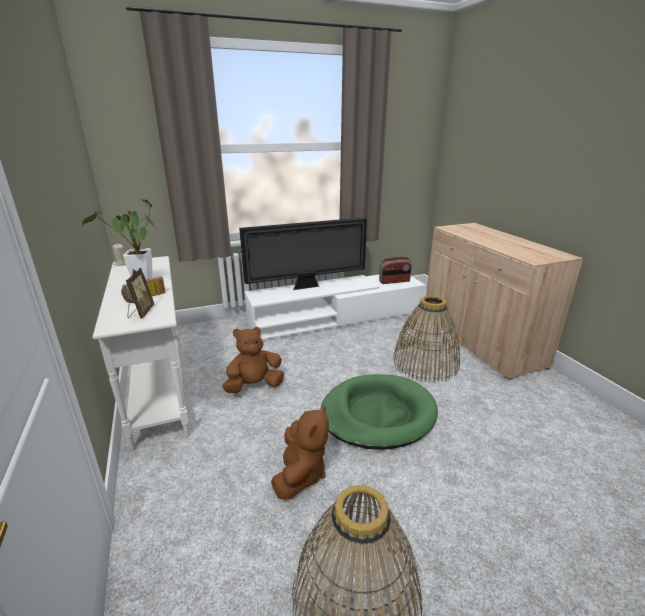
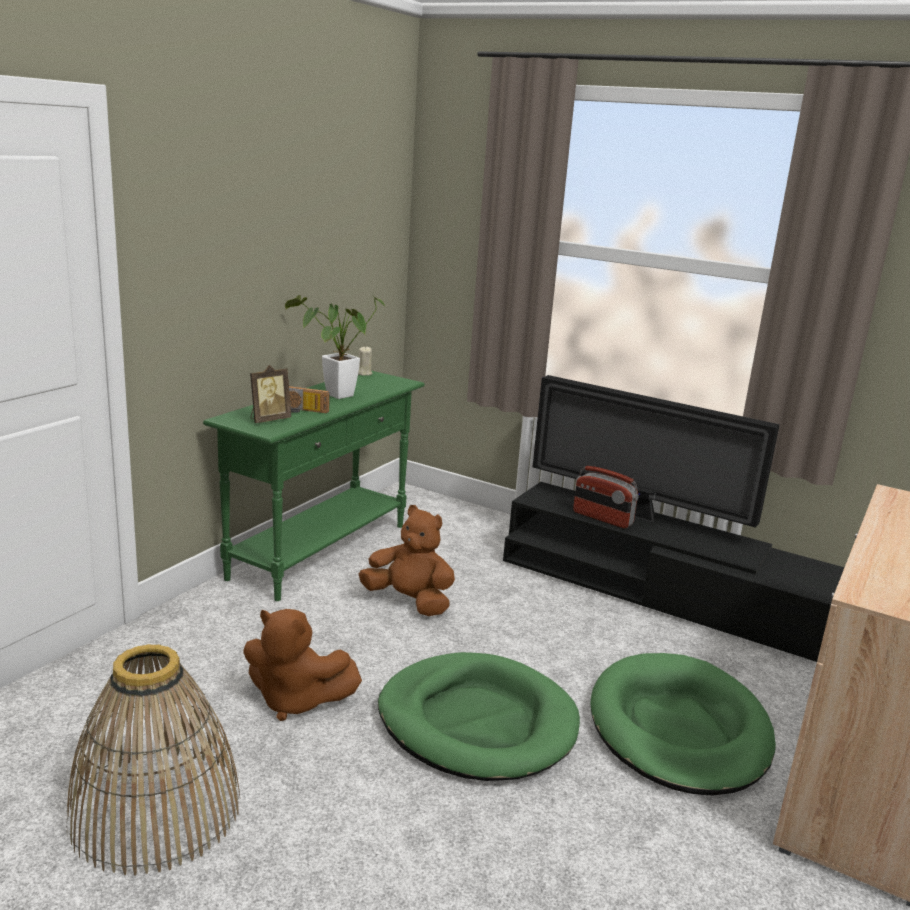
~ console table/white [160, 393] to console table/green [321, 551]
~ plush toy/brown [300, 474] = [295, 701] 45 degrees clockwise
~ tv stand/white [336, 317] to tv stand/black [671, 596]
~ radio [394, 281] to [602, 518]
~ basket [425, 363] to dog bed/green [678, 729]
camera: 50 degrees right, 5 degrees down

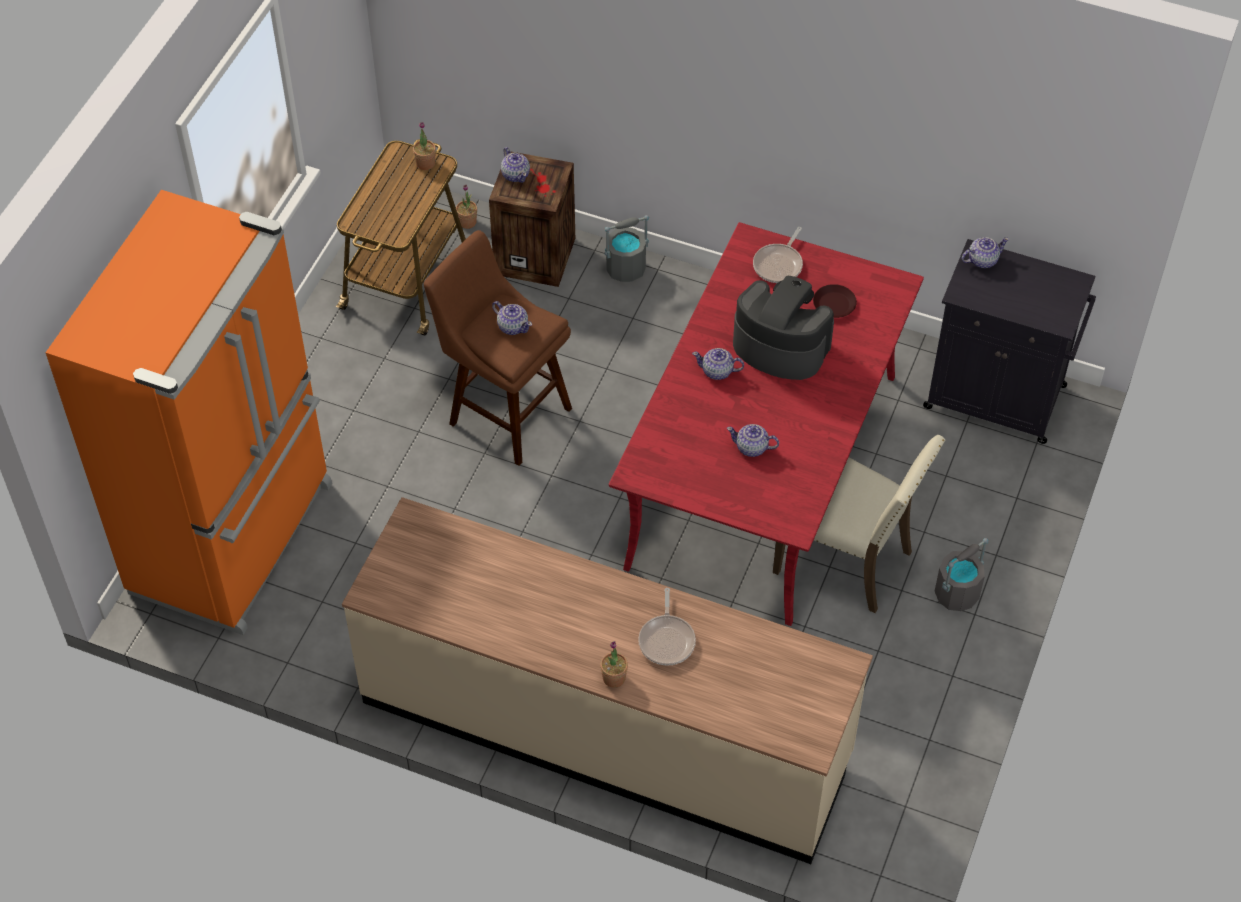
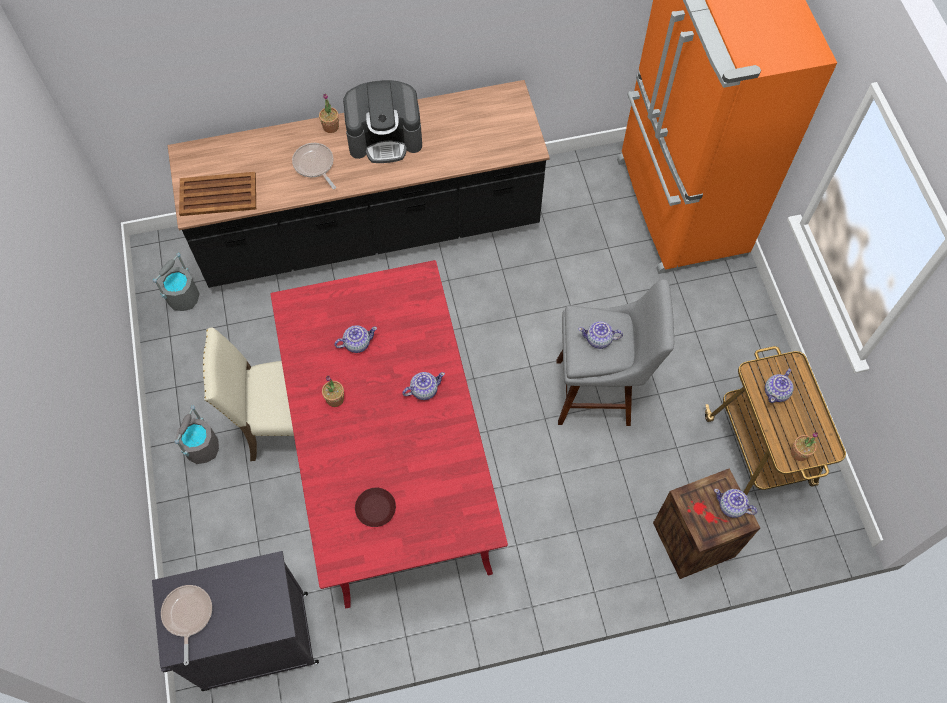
~ bucket/grey [625, 268] to [183, 297]
~ frying pan [779, 264] to [187, 616]
~ counter/beige [606, 728] to counter/black [370, 230]
+ tray/brown [219, 195]
~ potted plant [467, 222] to [335, 399]
~ coffee machine [780, 346] to [385, 137]
~ stool/brown [504, 412] to stool/grey [599, 392]
~ teapot [982, 260] to [776, 392]
camera: 145 degrees right, 10 degrees up

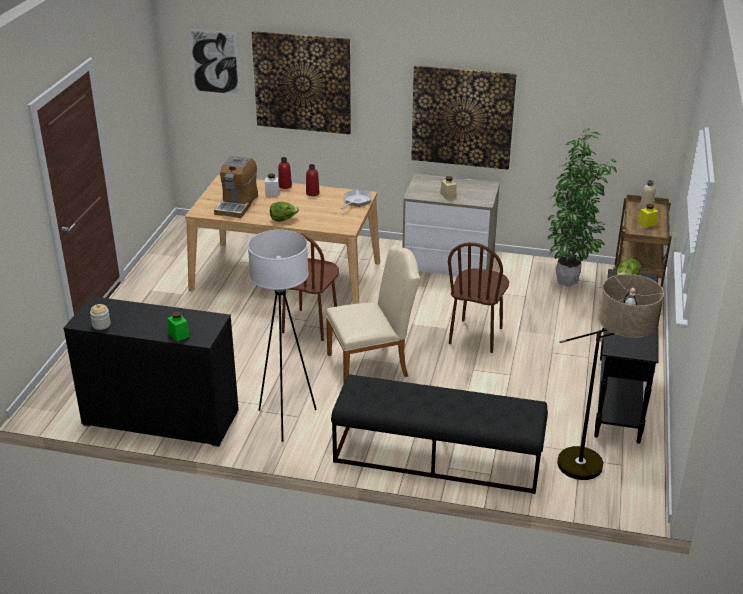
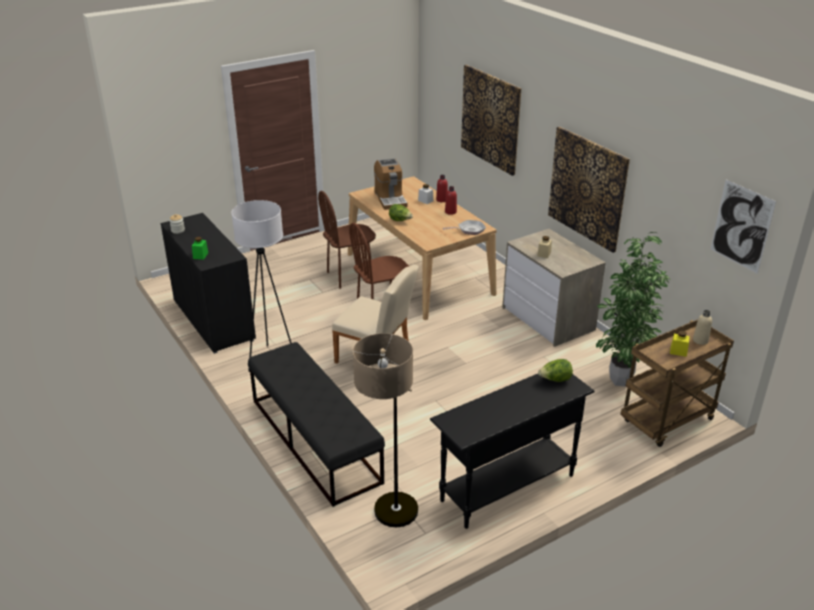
~ chair/brown [476, 336] to [350, 276]
~ coffee machine [237, 204] = [390, 199] 75 degrees counterclockwise
~ picture [214, 62] to [741, 226]
camera: 45 degrees right, 0 degrees up

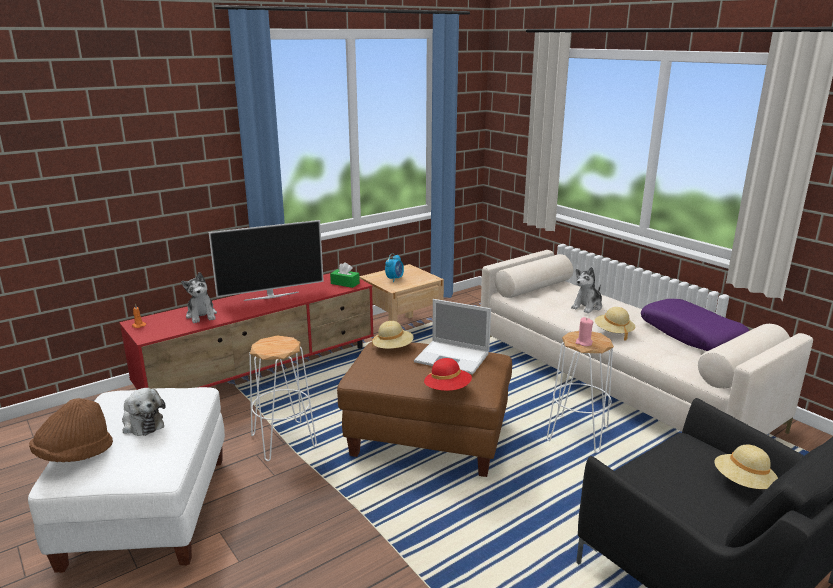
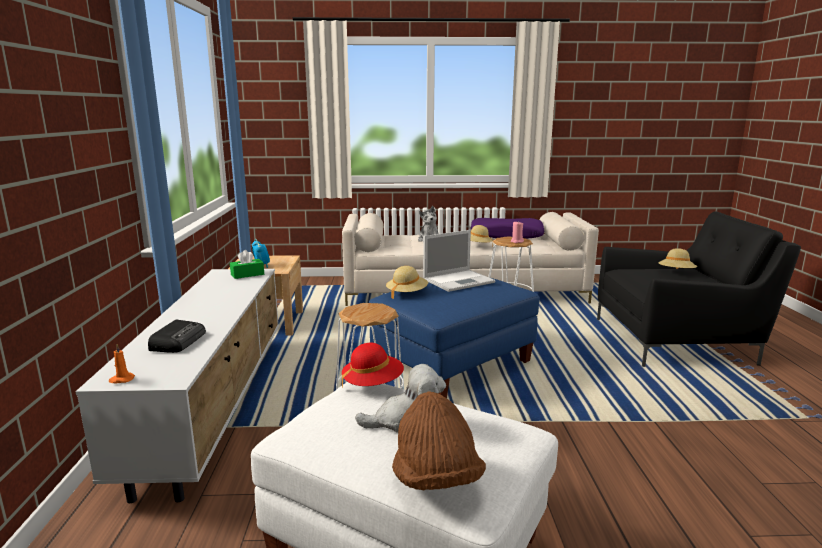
~ tv stand/red [263, 372] to tv stand/white [215, 404]
~ plush toy [202, 315] to radio [178, 341]
~ hat/red [447, 389] to [373, 384]
~ ottoman/brown [428, 438] to ottoman/blue [453, 365]
- television [271, 296]
camera: 55 degrees left, 5 degrees down

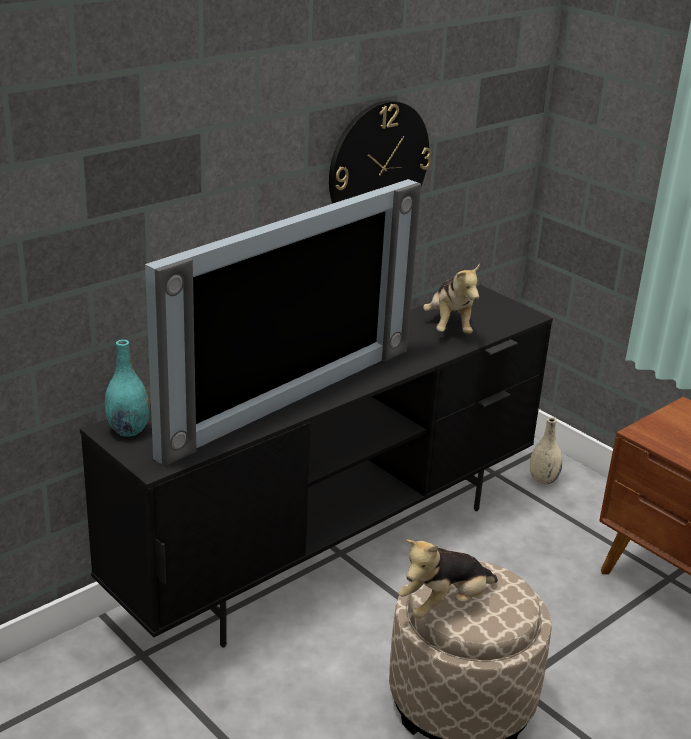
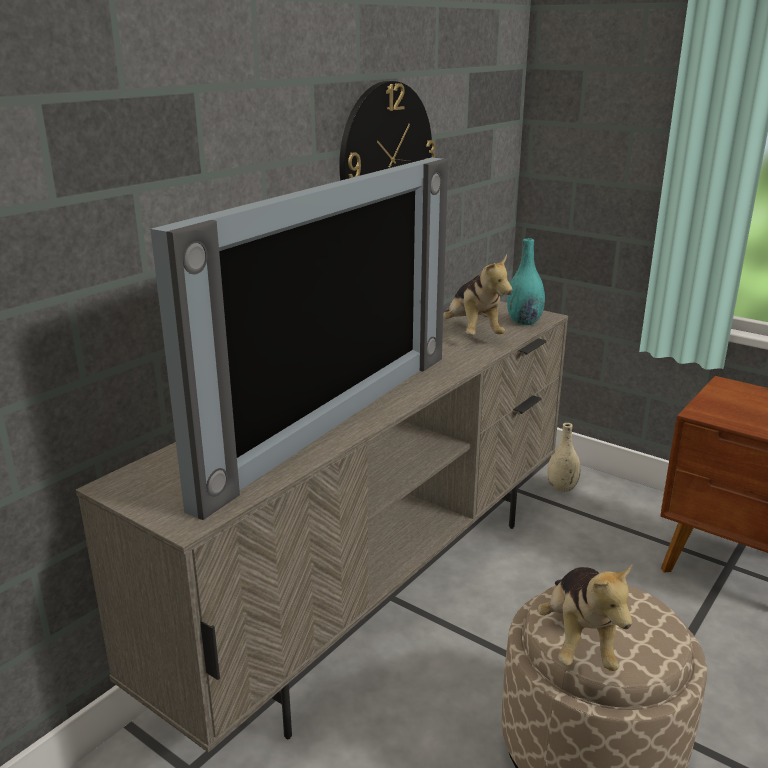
~ tv stand/black [334, 549] to tv stand/beige [381, 593]
~ vase/turquoise [128, 430] to [524, 322]
~ plush toy [445, 604] = [579, 640] 45 degrees counterclockwise
camera: 10 degrees left, 5 degrees down

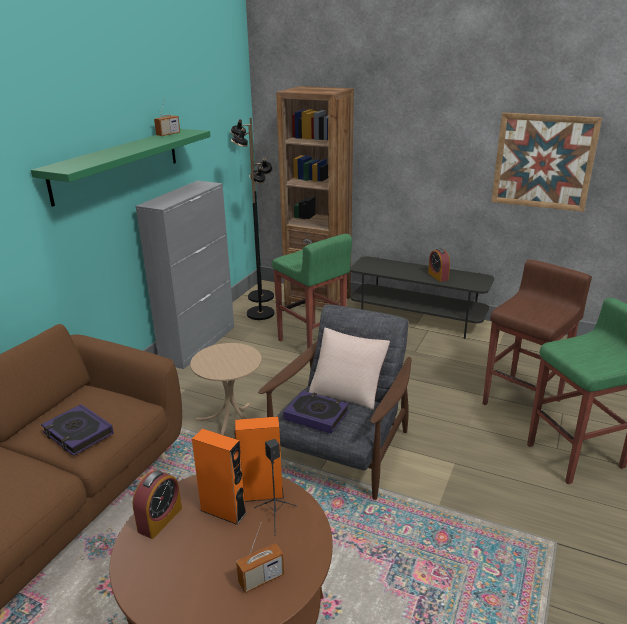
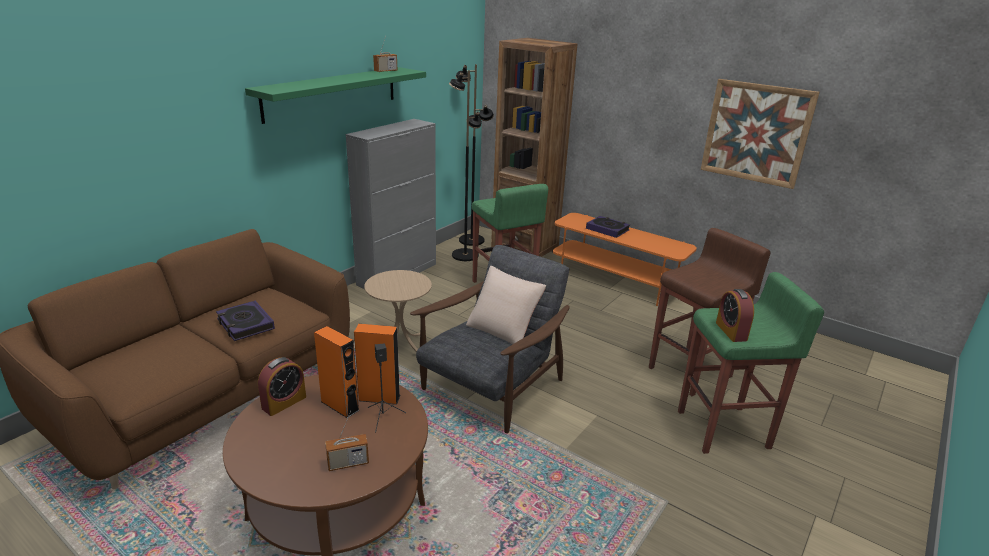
~ tv stand/grey [417, 319] to tv stand/orange [617, 280]
~ book [316, 415] to [607, 229]
~ alarm clock [438, 276] to [731, 331]
camera: 10 degrees right, 0 degrees up

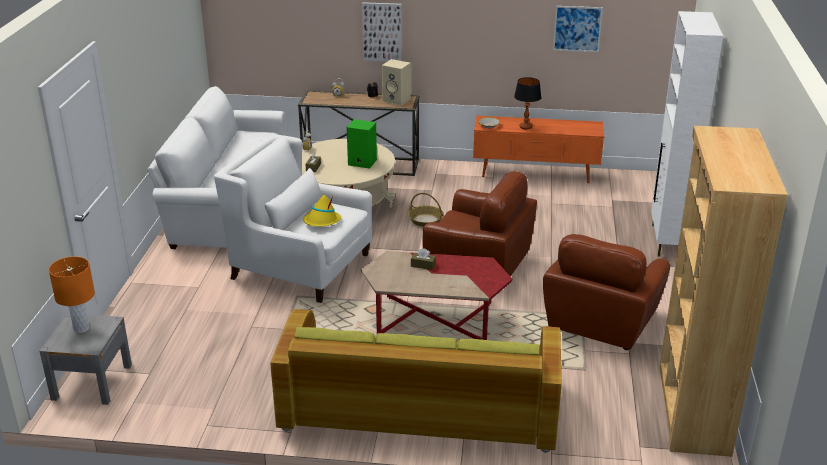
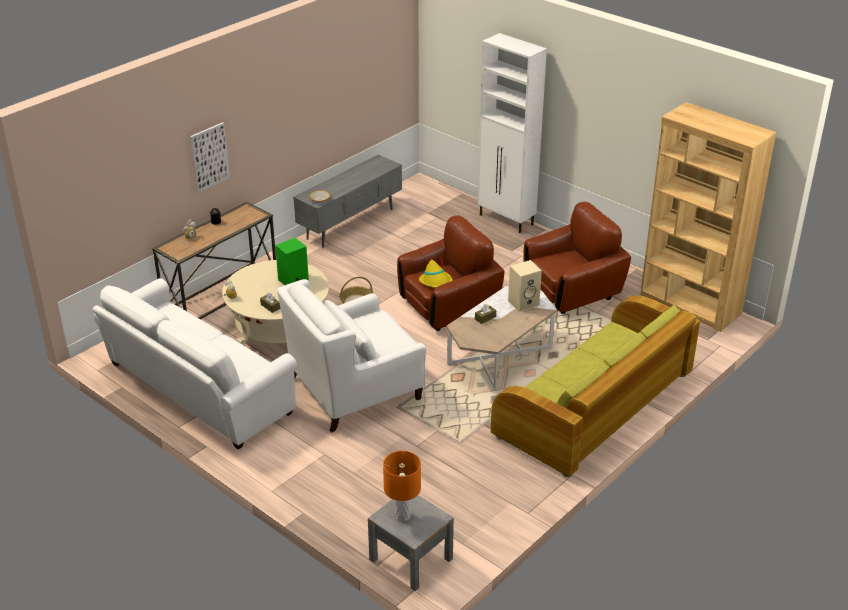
~ tv stand/orange [535, 175] to tv stand/grey [350, 224]
~ hat/yellow [322, 221] to [436, 281]
~ coffee table/red [435, 321] to coffee table/white [500, 356]
~ speaker/beige [397, 100] to [523, 302]
~ armchair/brown [602, 322] = [572, 291] 90 degrees counterclockwise
- table lamp [525, 127]
- picture [577, 28]
camera: 55 degrees left, 5 degrees up

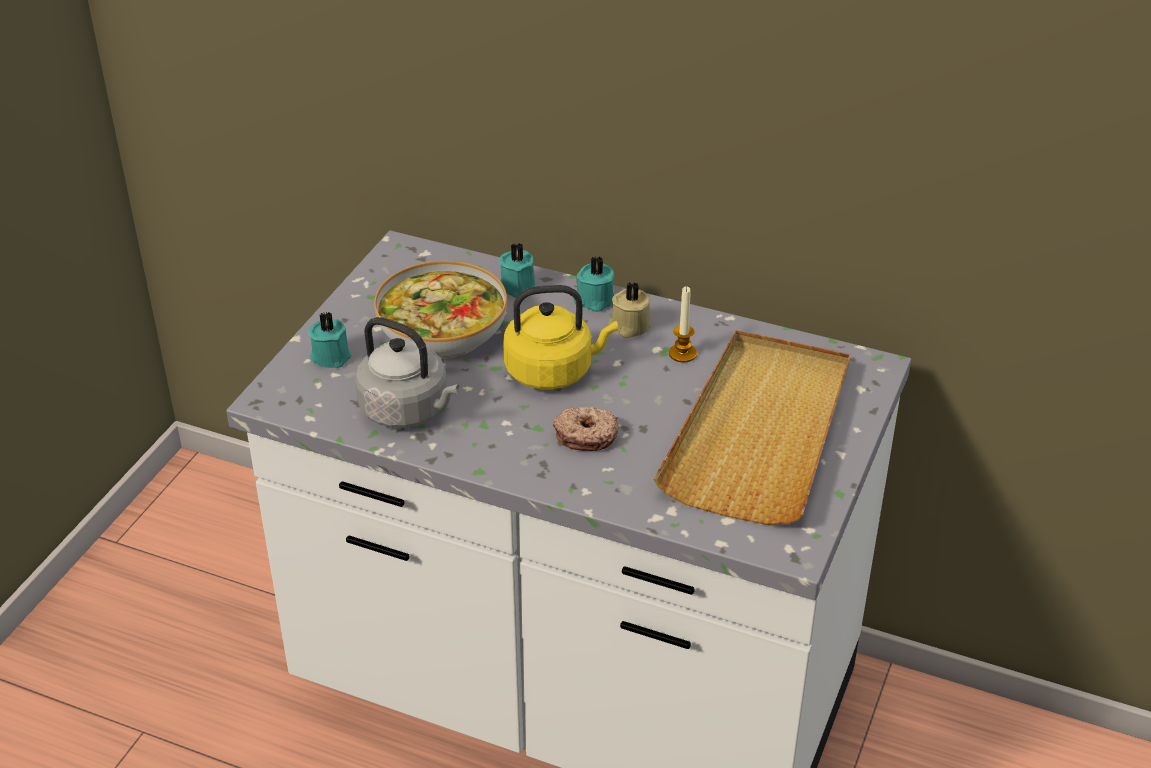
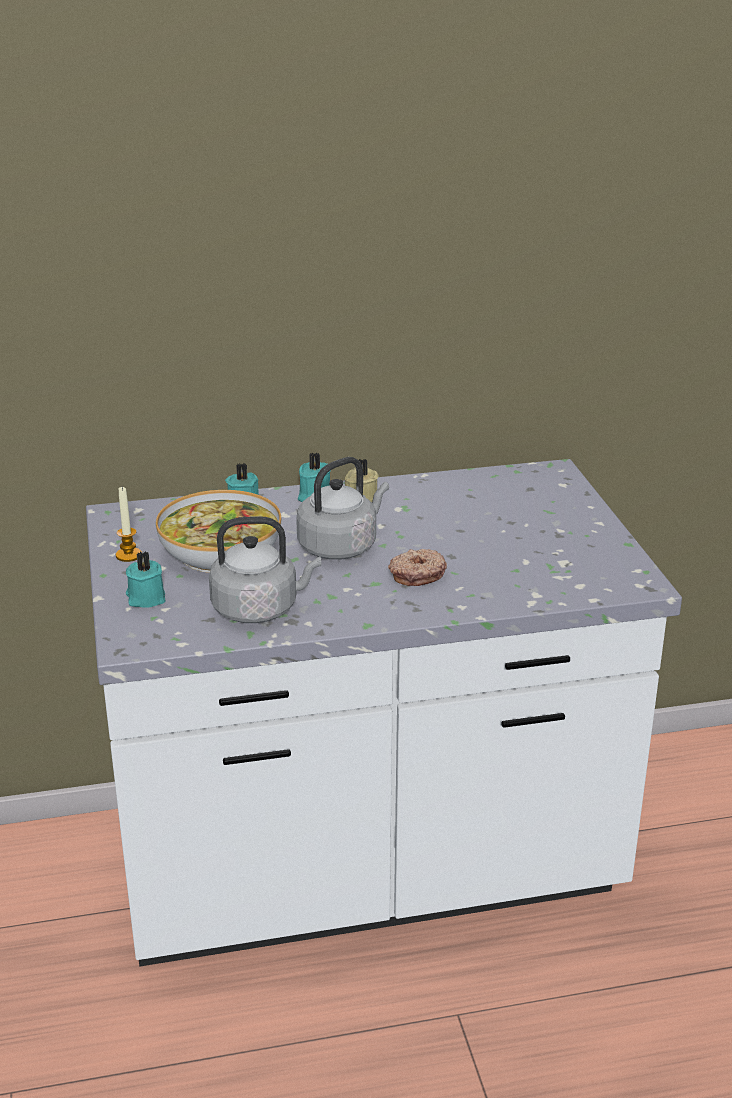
~ candle [682, 354] to [128, 555]
~ kettle/yellow [553, 371] to kettle/grey [341, 546]
- tray/beige [760, 432]
camera: 35 degrees left, 10 degrees down

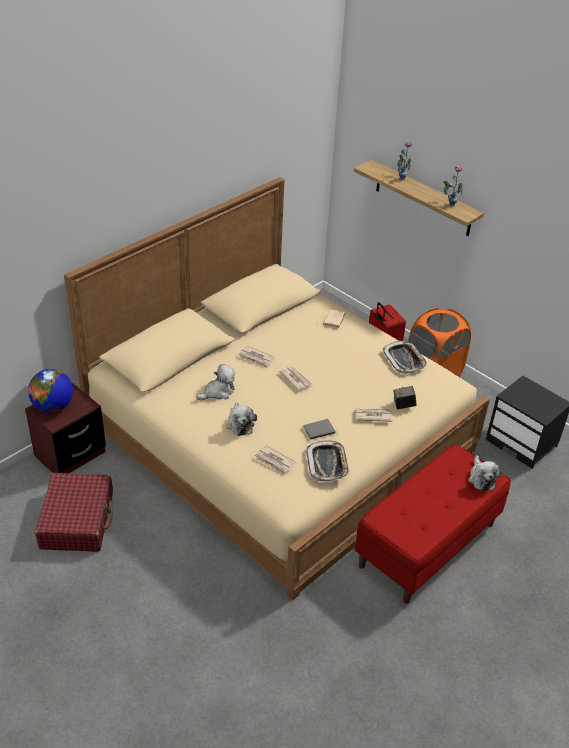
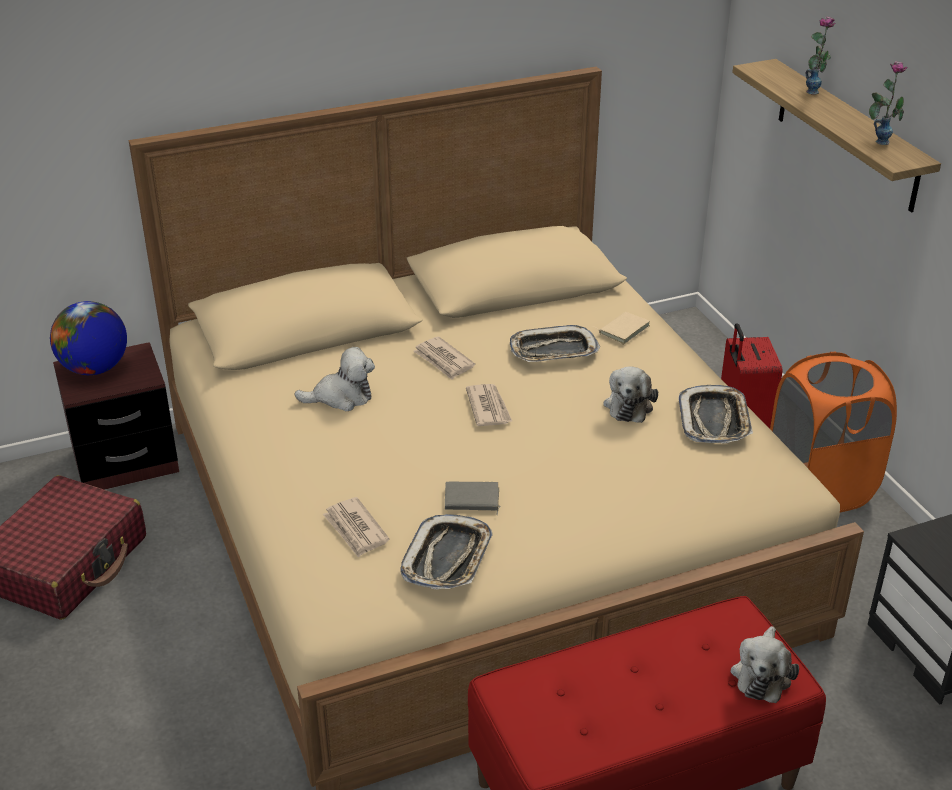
+ tray [553, 351]
~ plush toy [240, 424] to [629, 404]
- newspaper [372, 416]
- photo camera [403, 405]
camera: 25 degrees right, 5 degrees down

